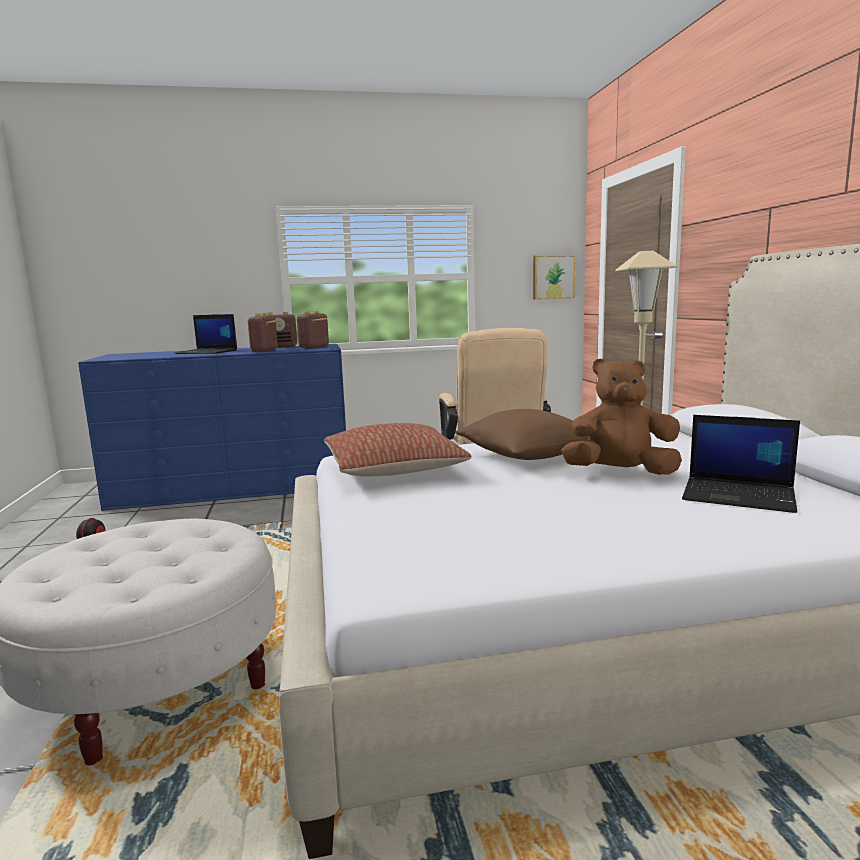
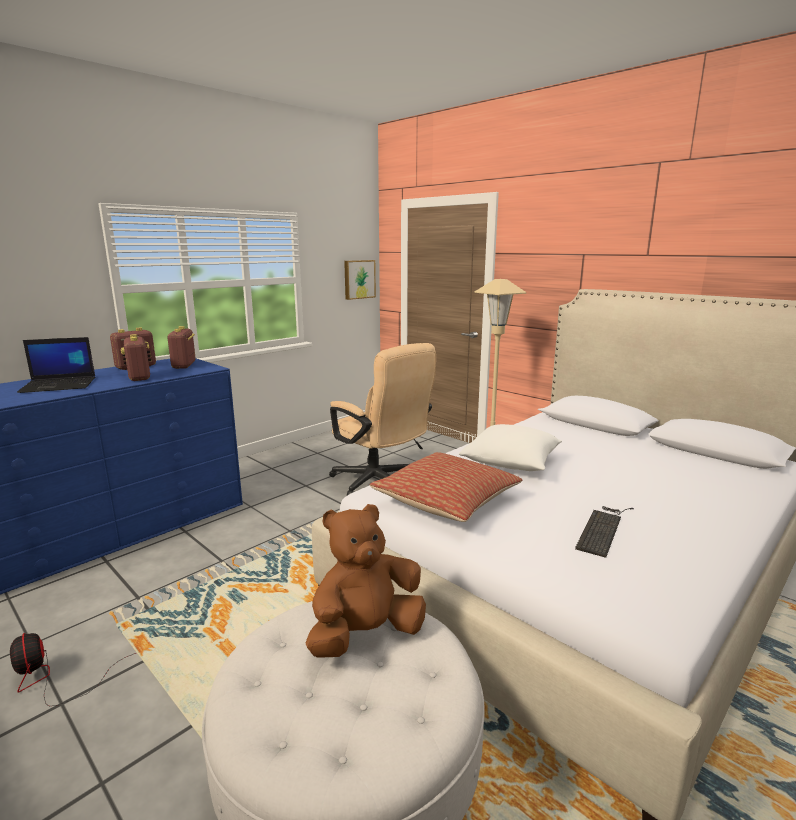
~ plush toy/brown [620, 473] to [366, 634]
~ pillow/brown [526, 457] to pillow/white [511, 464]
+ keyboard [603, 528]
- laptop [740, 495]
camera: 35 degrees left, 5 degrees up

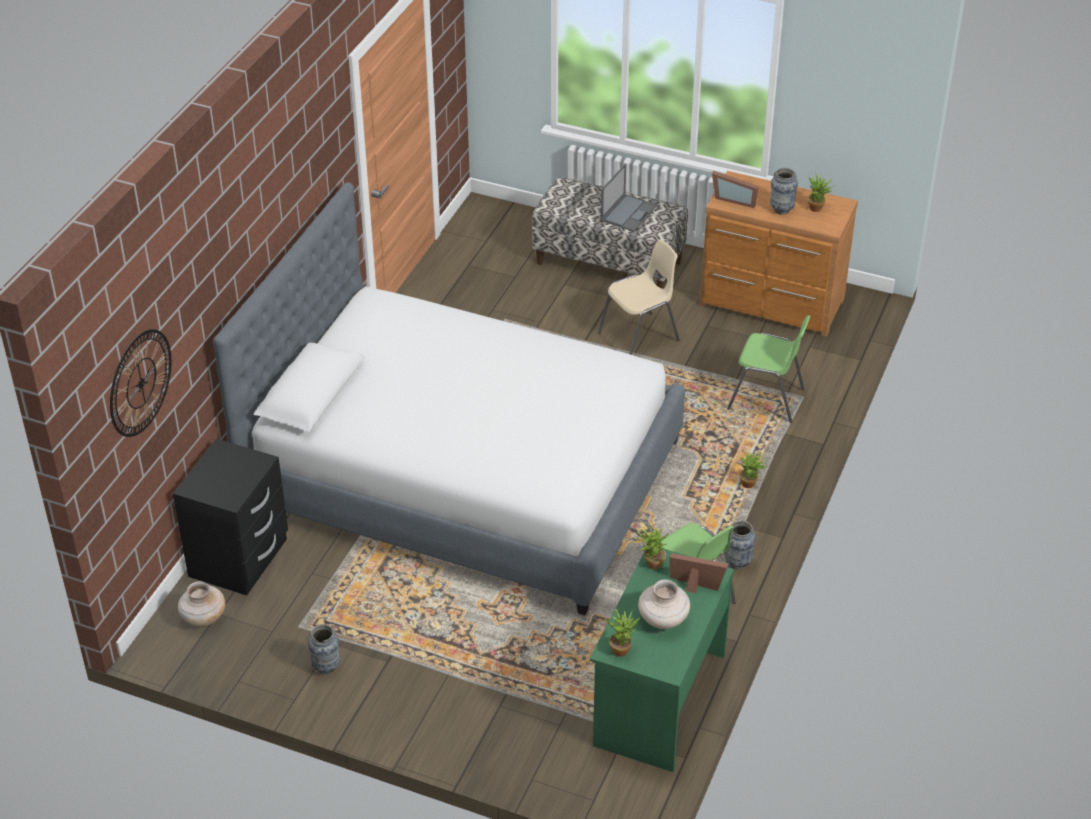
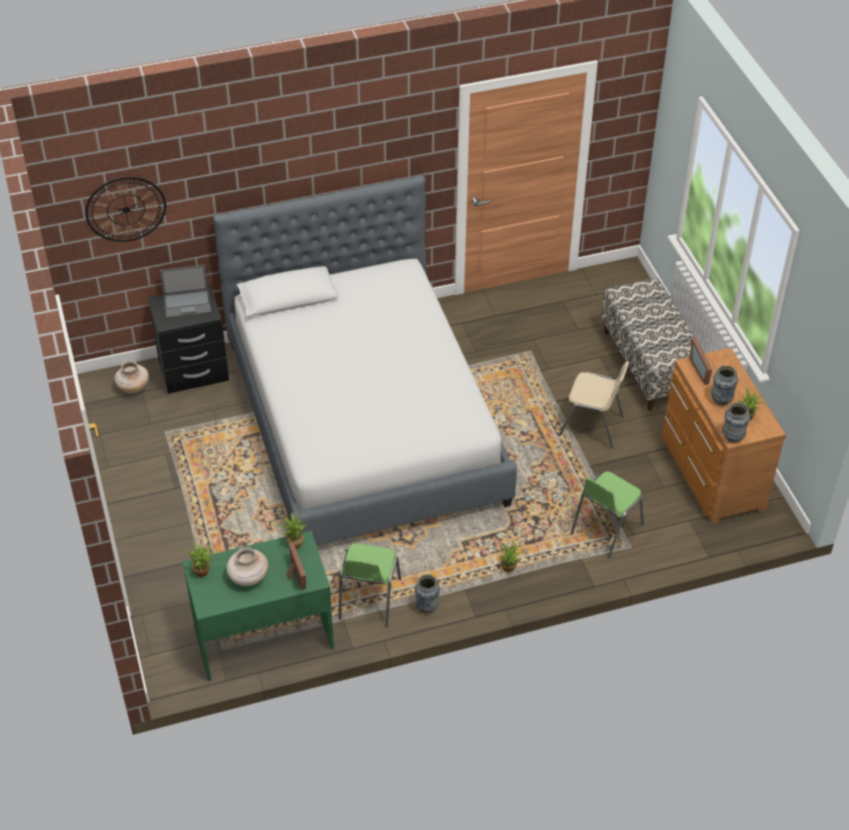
~ laptop [628, 212] to [188, 303]
~ chair/green [766, 399] = [605, 529] 60 degrees clockwise
~ vase [326, 667] to [732, 437]
camera: 50 degrees right, 5 degrees up

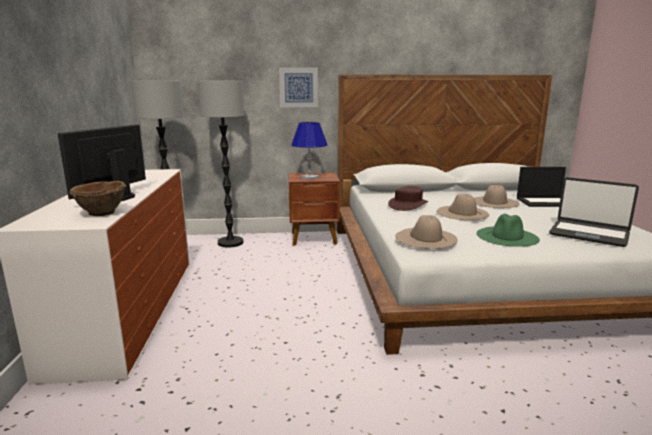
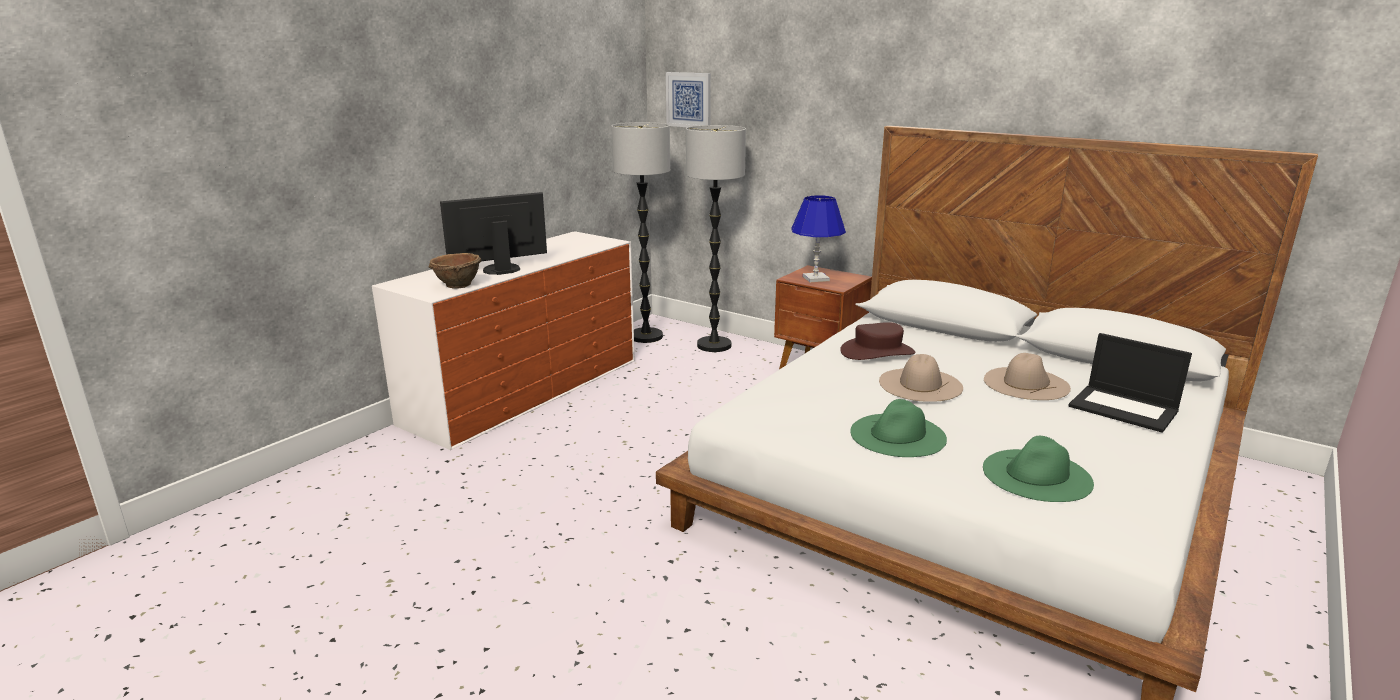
~ picture [298, 87] to [689, 100]
~ laptop [589, 234] to hat/green [1037, 475]
- hat/beige [426, 237]
camera: 40 degrees right, 5 degrees up

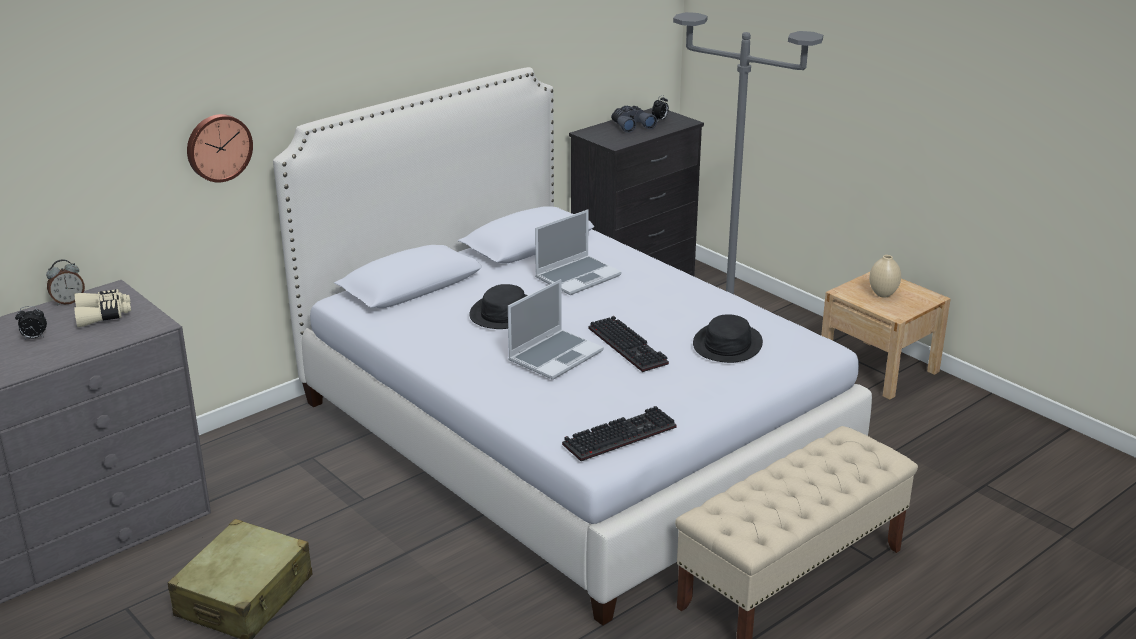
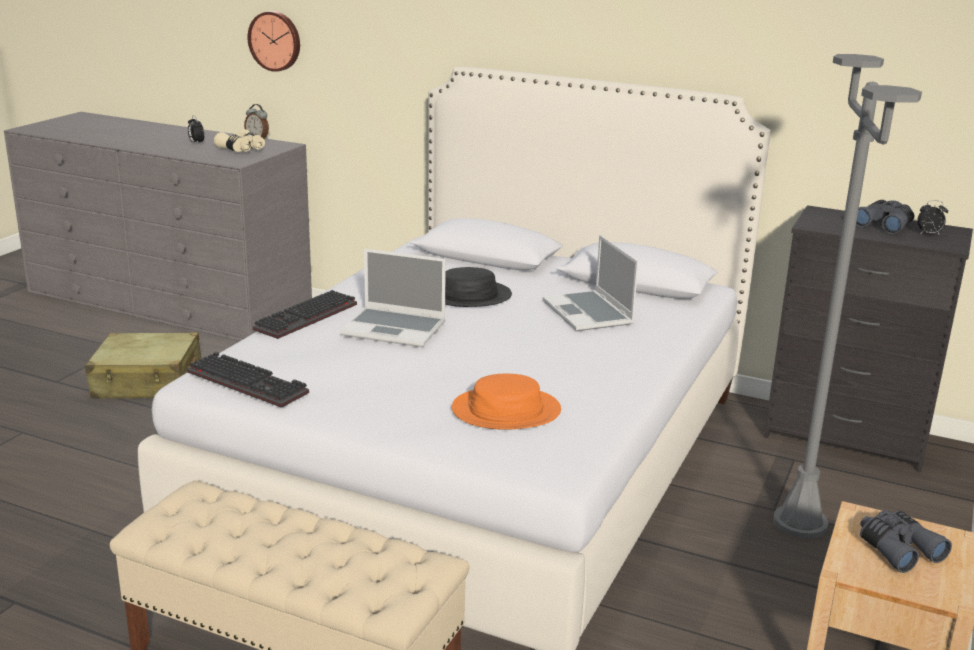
~ wall clock [218, 147] to [275, 41]
~ keyboard [630, 346] to [306, 318]
~ hat/black [727, 344] to hat/orange [506, 410]
~ laptop [578, 276] = [589, 313] 45 degrees clockwise
~ vase/beige [882, 294] to binoculars/grey [897, 549]
camera: 65 degrees right, 5 degrees down

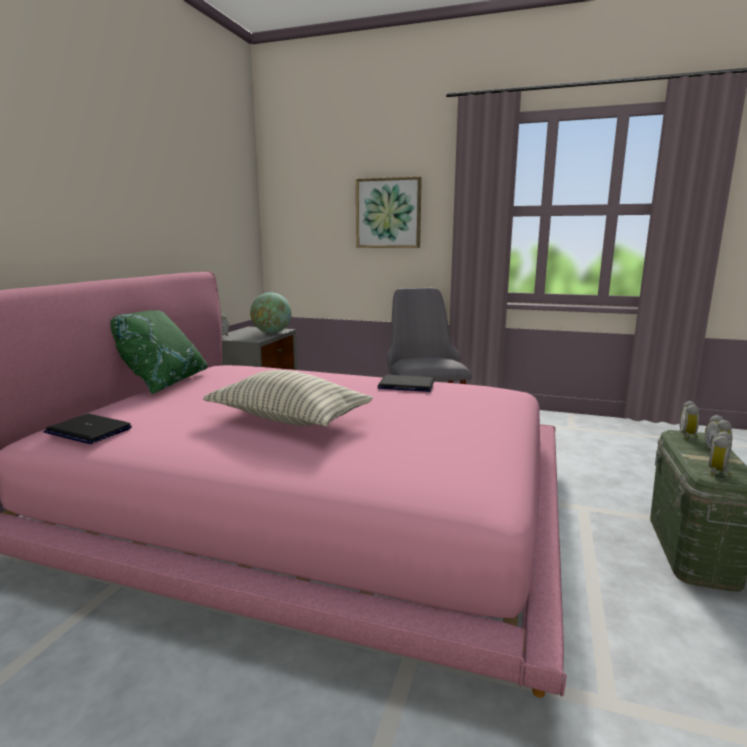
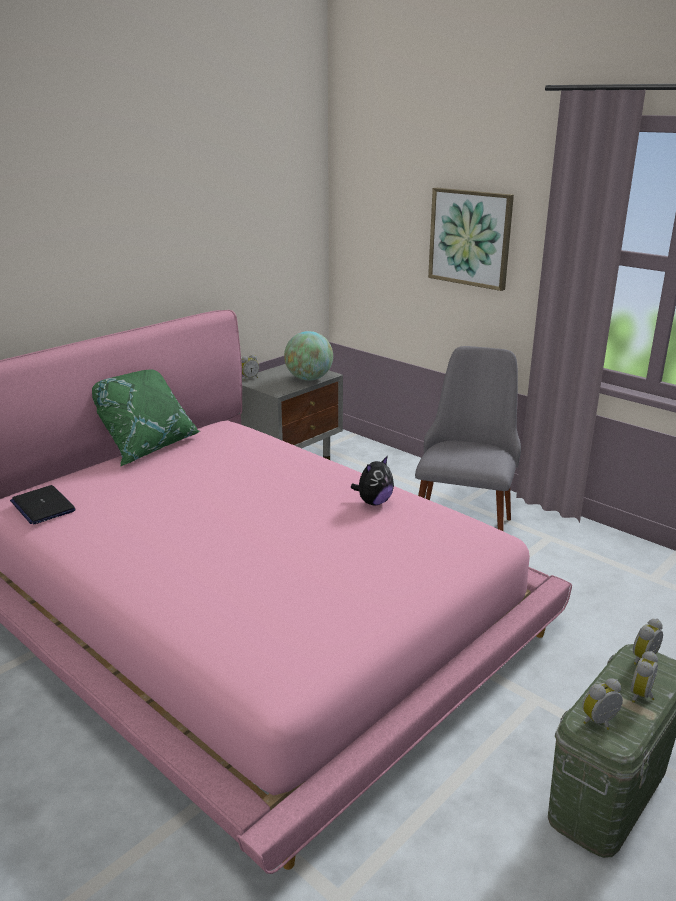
~ laptop [406, 385] to plush toy [373, 502]
- pillow [289, 419]
camera: 25 degrees right, 10 degrees up

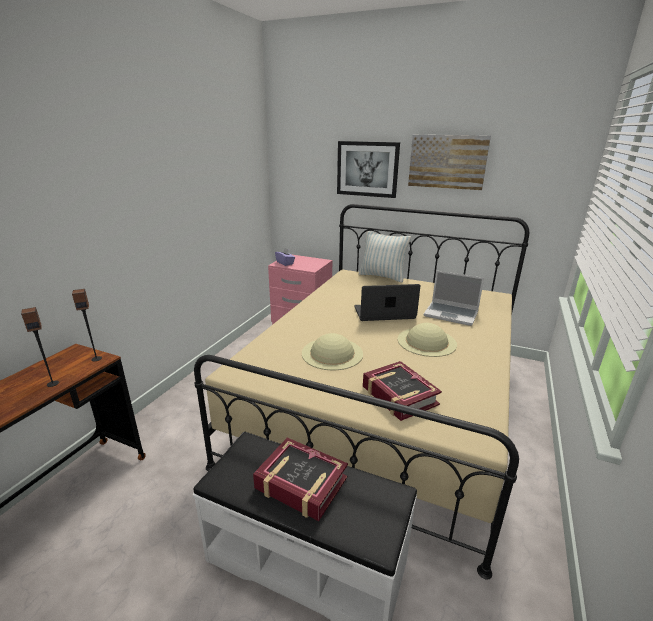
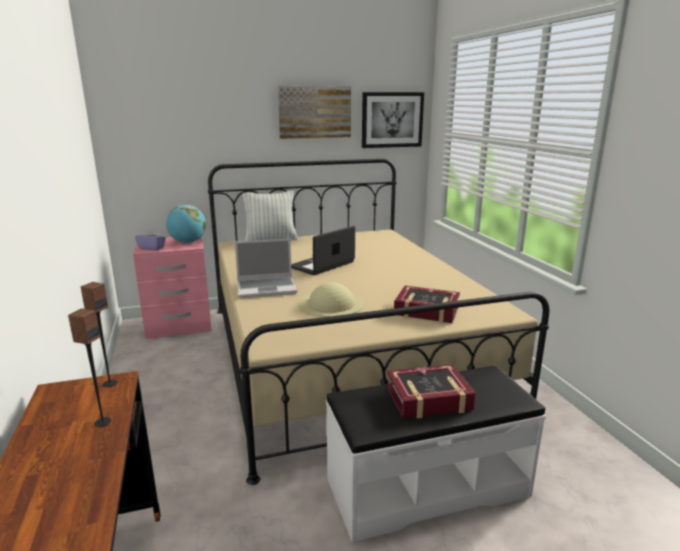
+ globe [188, 242]
~ laptop [451, 314] to [267, 288]
~ picture [367, 169] to [392, 120]
- hat/beige [426, 341]
camera: 40 degrees left, 5 degrees down

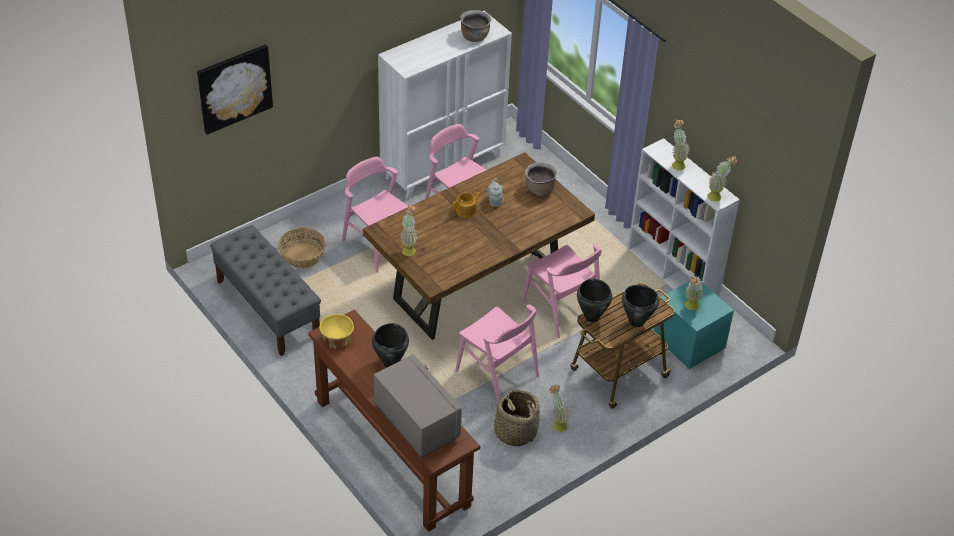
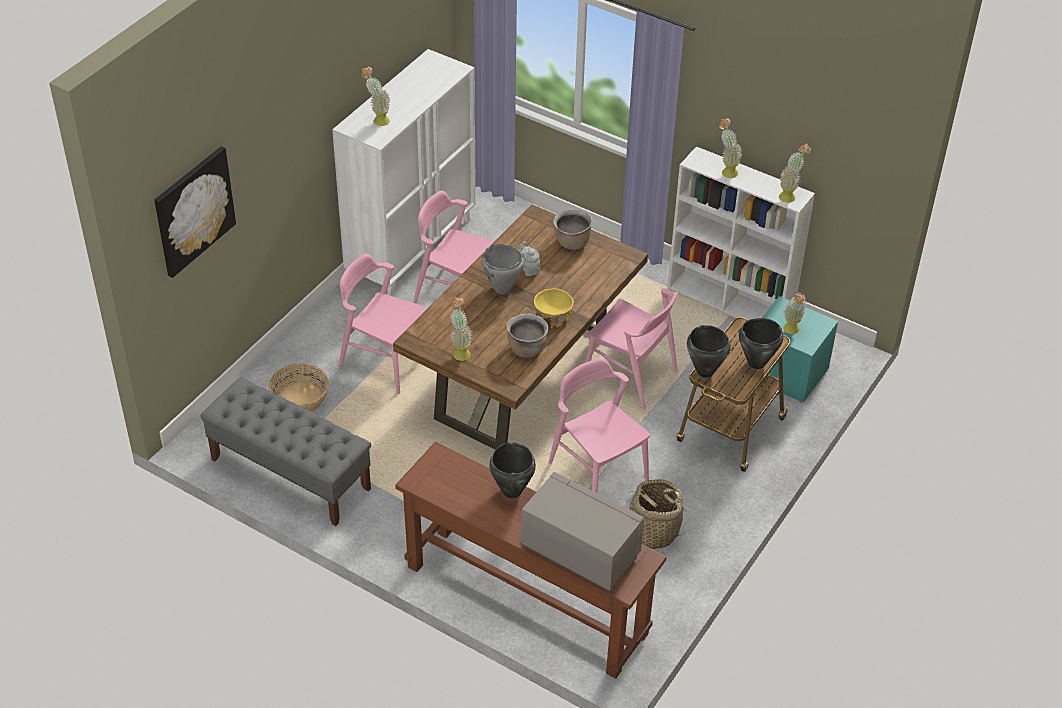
~ potted plant [557, 424] to [377, 120]
~ teapot [466, 210] to cooking pot/grey [502, 289]
~ cooking pot/brown [474, 37] to [526, 348]
~ bowl/yellow [337, 339] to [552, 318]
~ chair/pink [497, 374] = [598, 471] 150 degrees counterclockwise
camera: 20 degrees left, 0 degrees up

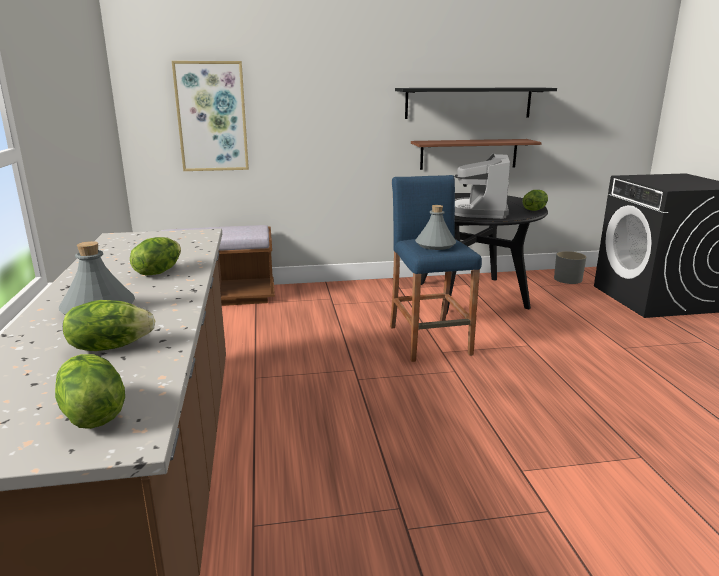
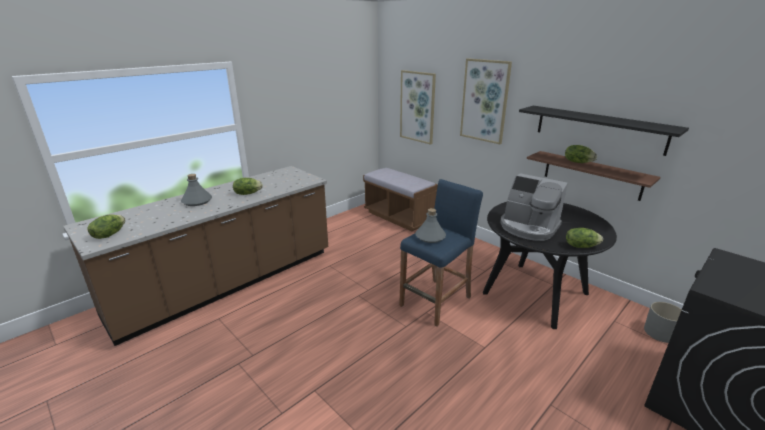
+ picture [485, 101]
~ coffee machine [479, 211] = [528, 227] 120 degrees counterclockwise
~ lettuce [110, 346] to [578, 162]
camera: 55 degrees right, 5 degrees up

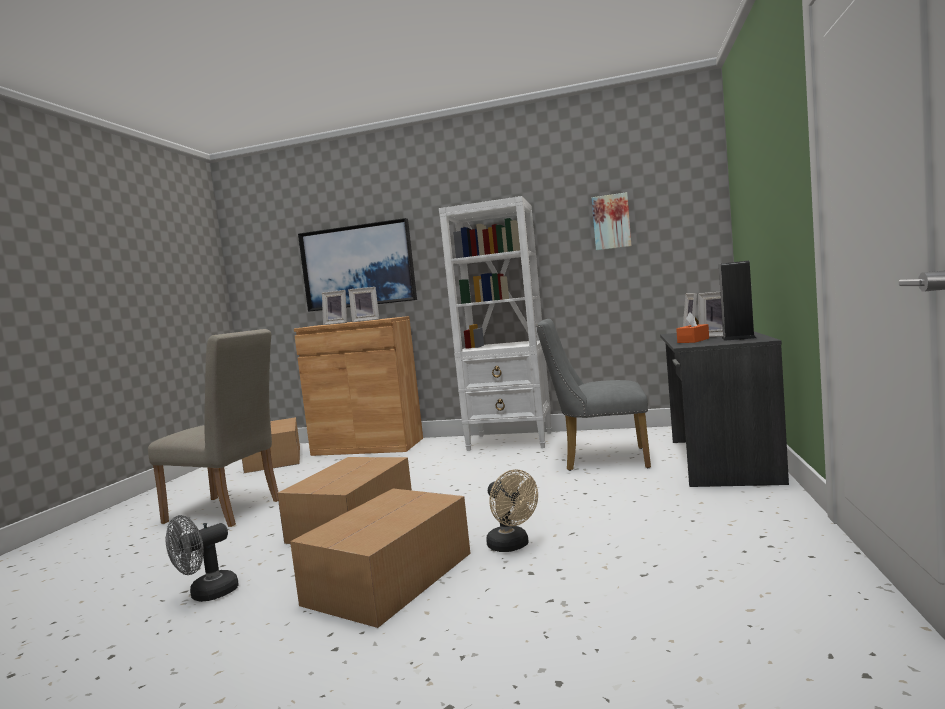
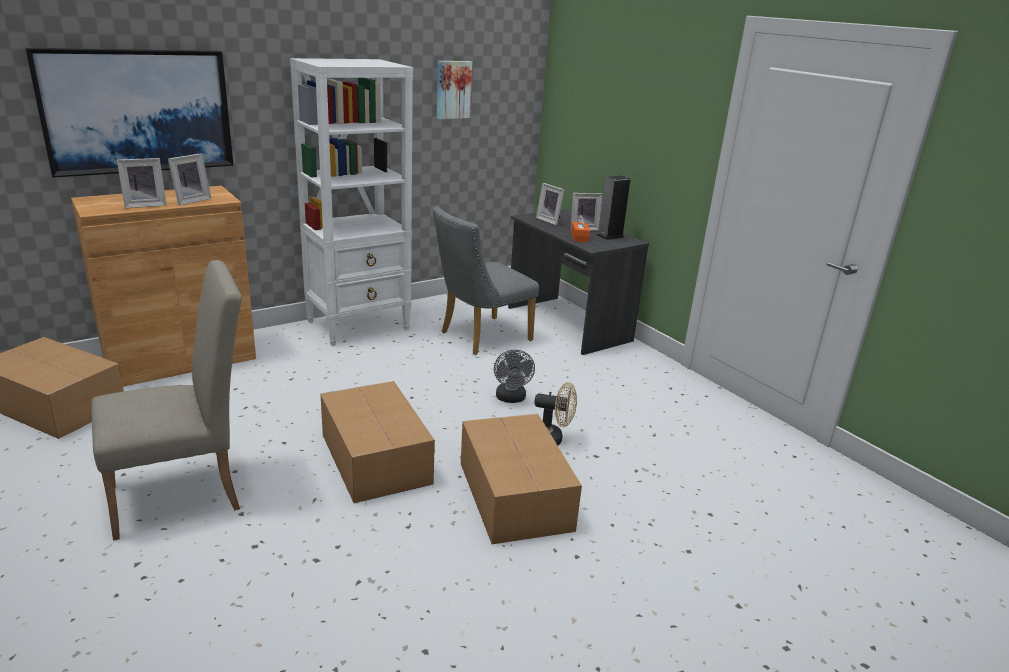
~ fan/grey [207, 594] to [511, 399]
camera: 50 degrees left, 20 degrees up

